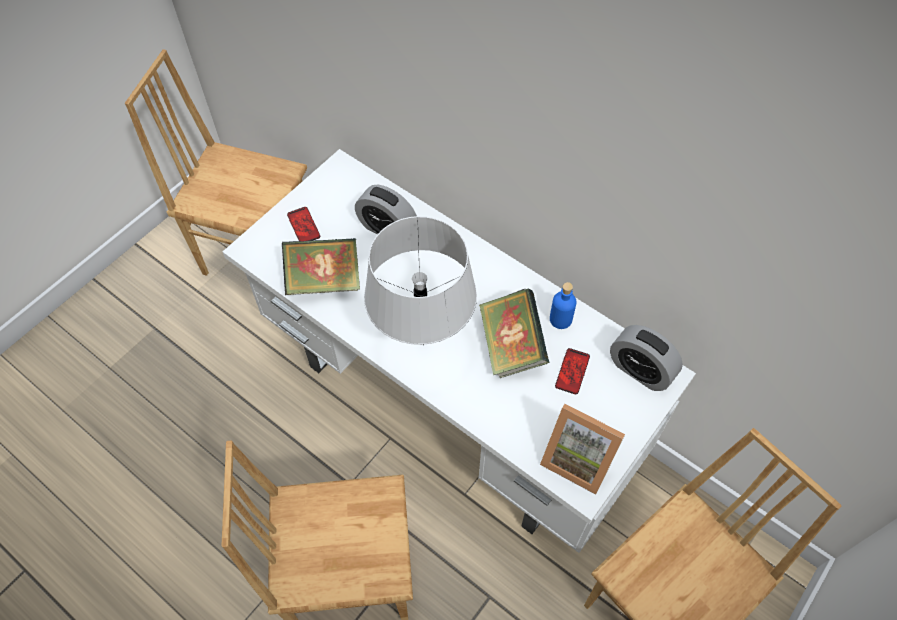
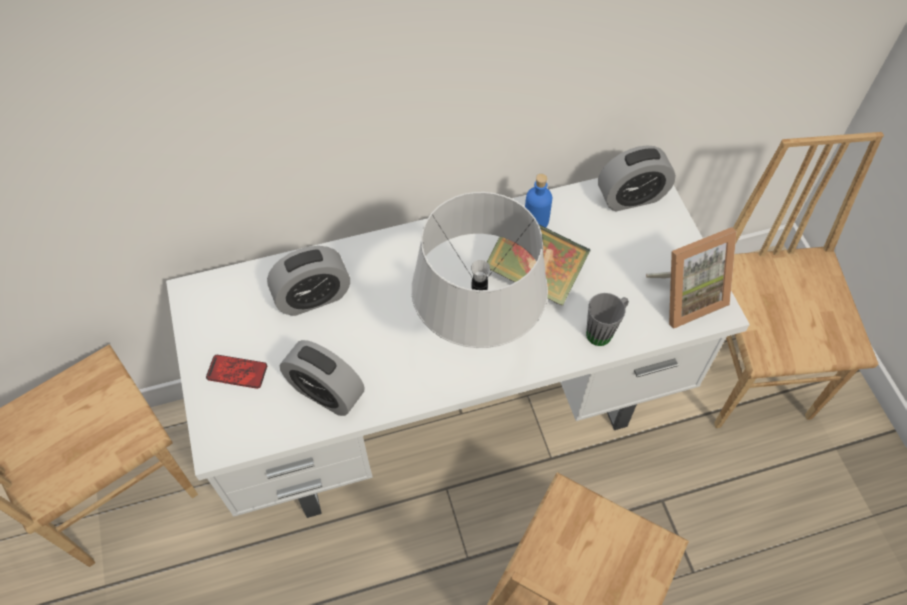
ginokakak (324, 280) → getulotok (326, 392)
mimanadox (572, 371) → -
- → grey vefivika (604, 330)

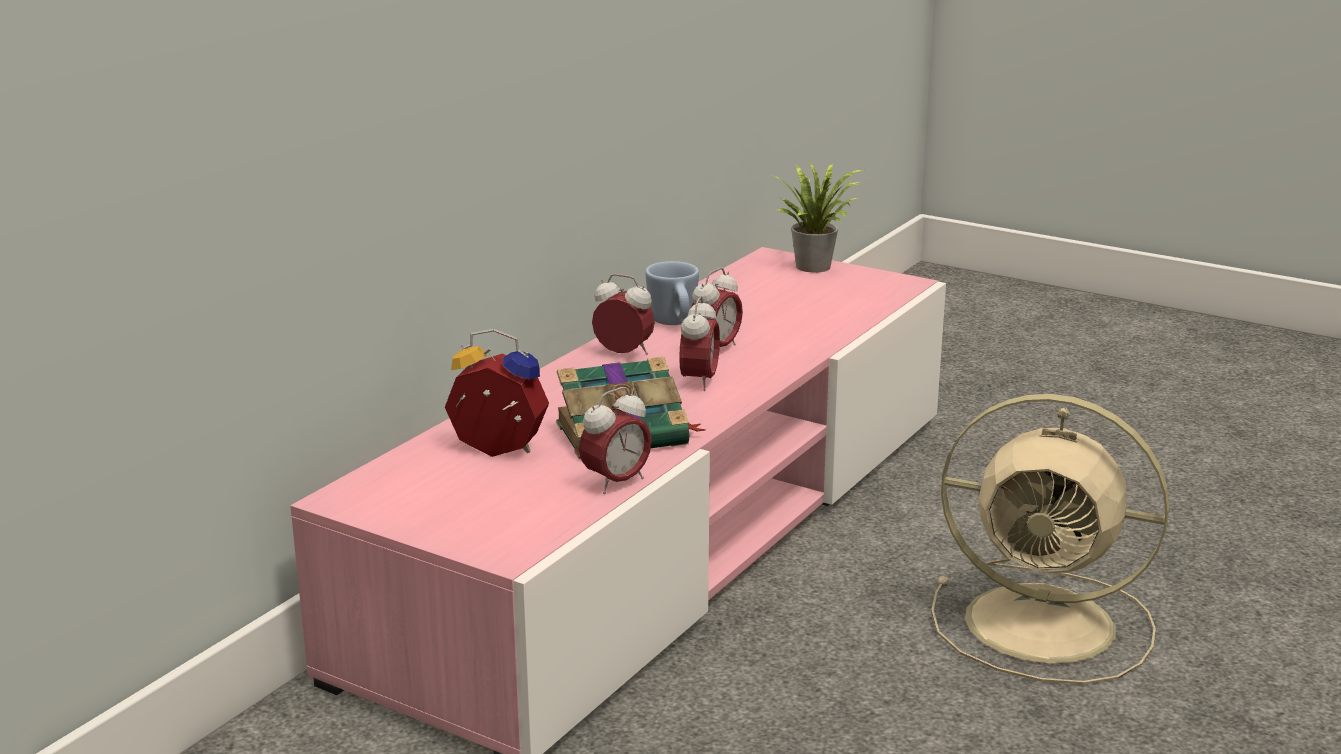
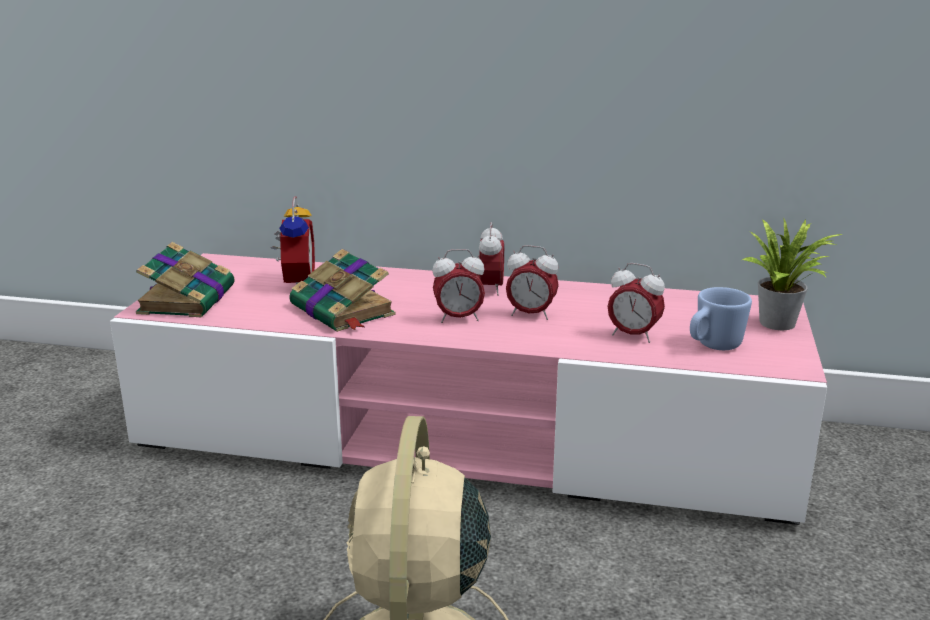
blue vefivika (674, 323) → blue vefivika (713, 346), shifted
getulotok (616, 482) → getulotok (633, 336), shifted
- → ginokakak (188, 299)

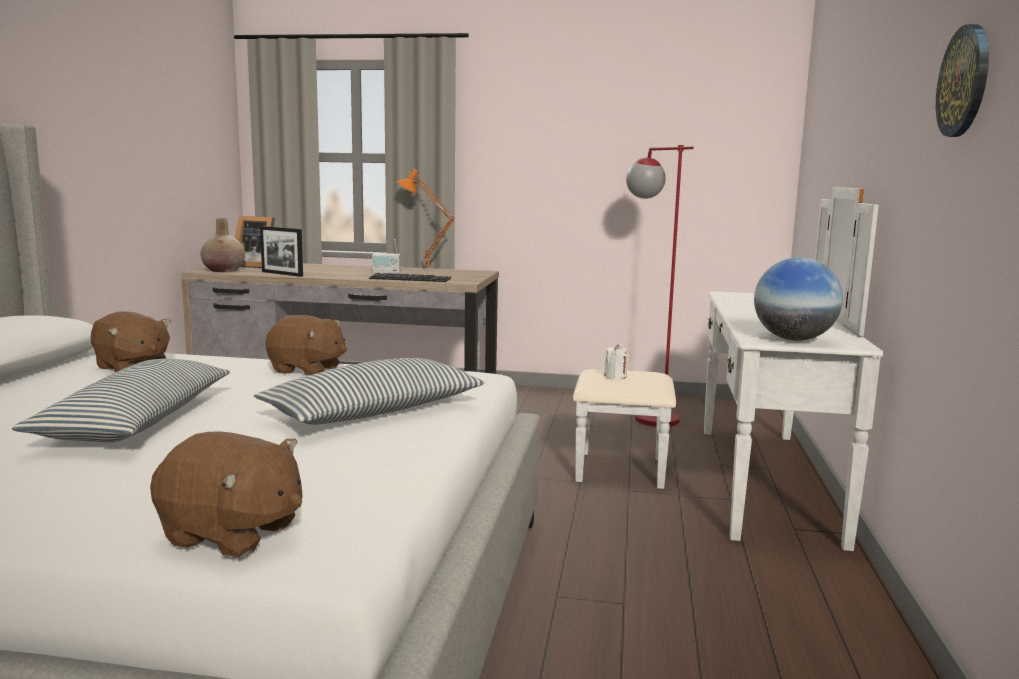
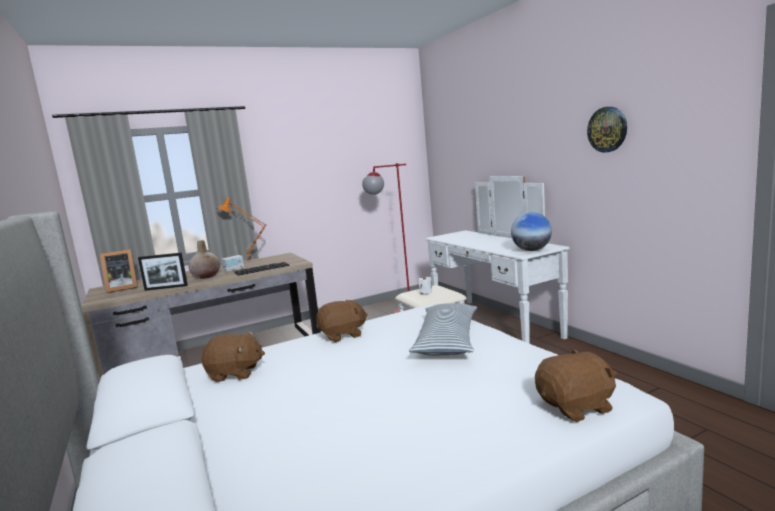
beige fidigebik (224, 270) → beige fidigebik (206, 276), shifted
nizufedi (137, 421) → -

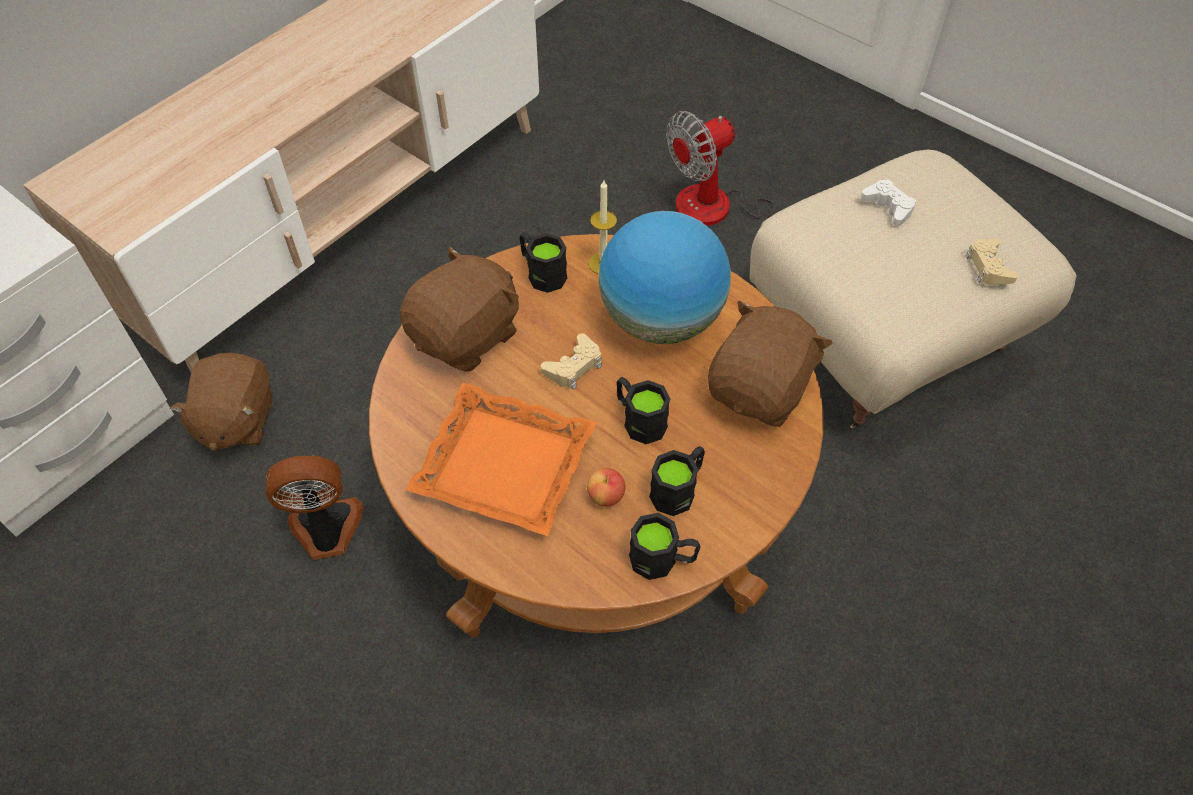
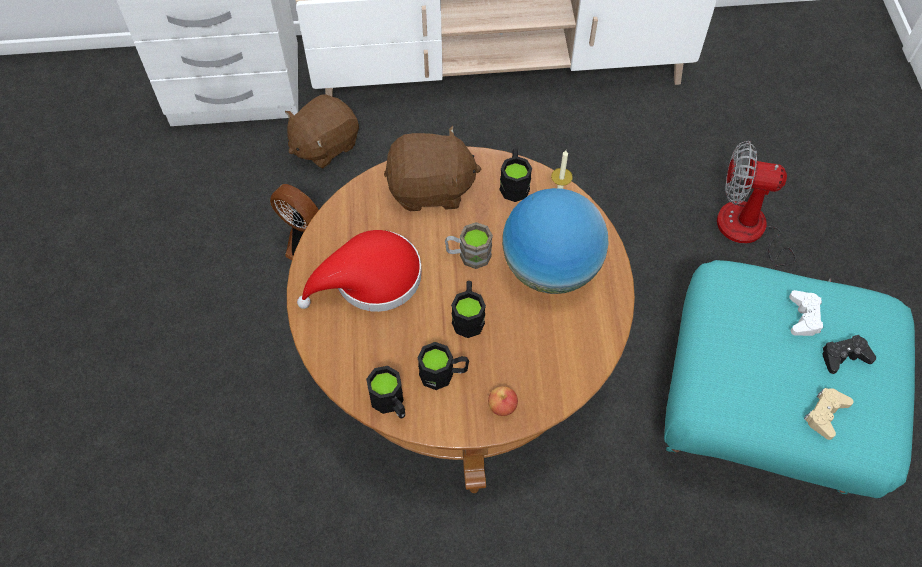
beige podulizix (879, 339) → turquoise podulizix (761, 410)
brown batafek (761, 389) → -
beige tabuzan (574, 367) → brown vefivika (468, 255)
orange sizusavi (505, 464) → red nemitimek (370, 279)
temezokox (606, 496) → temezokox (502, 406), shifted
- → black tabuzan (844, 356)

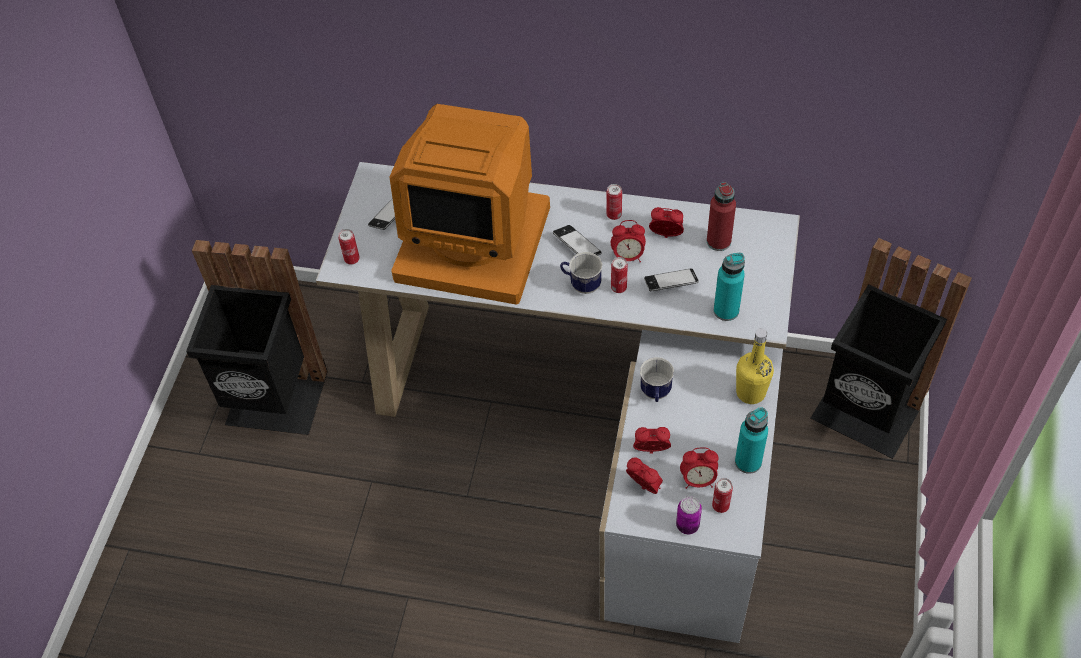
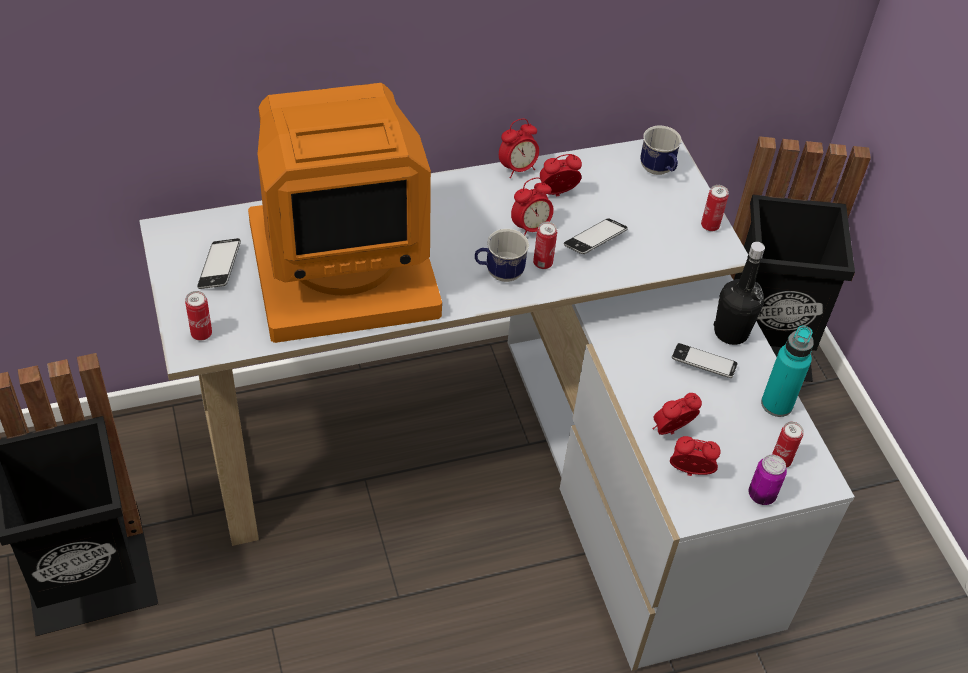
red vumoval (718, 241) → -
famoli (614, 215) → famoli (710, 226), shifted
mimanadox (577, 245) → mimanadox (703, 364), shifted
turquoise vumoval (726, 311) → -
yellow vumoval (750, 392) → black vumoval (731, 332)
vefivika (655, 394) → vefivika (659, 171), shifted
getulotok (698, 480) → getulotok (517, 169), shifted

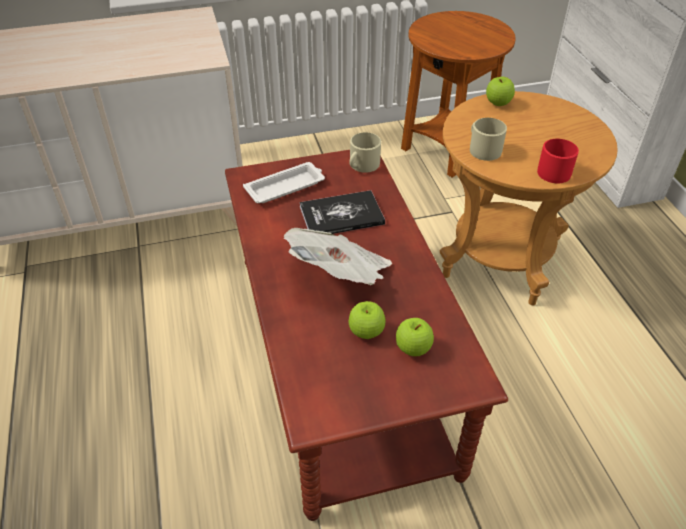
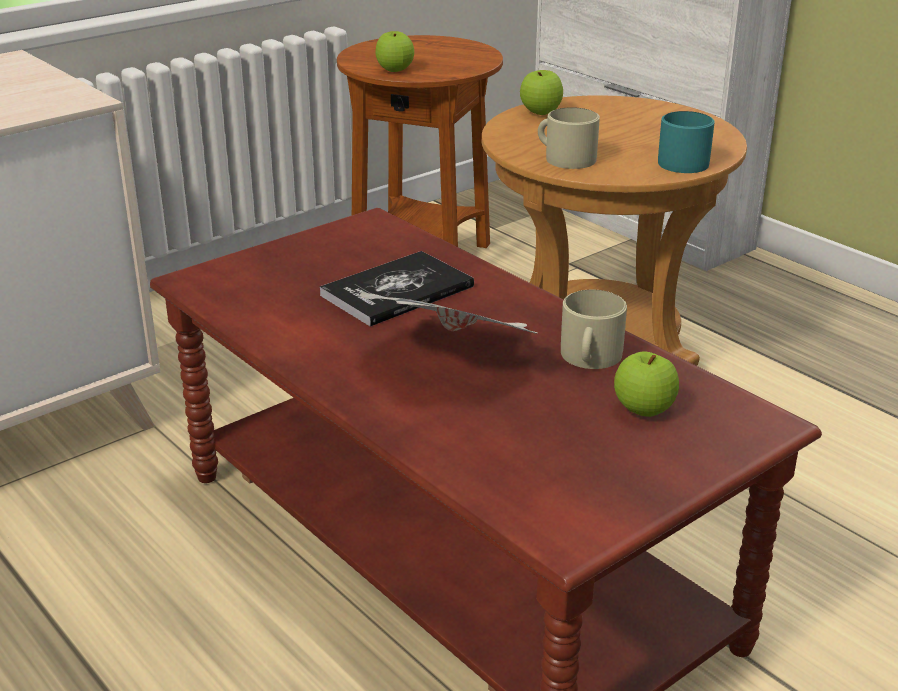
beige vefivika (362, 165) → beige vefivika (590, 357), shifted
red vefivika (554, 170) → turquoise vefivika (681, 161)
white sizusavi (286, 187) → -
temezokox (366, 332) → temezokox (395, 70), shifted

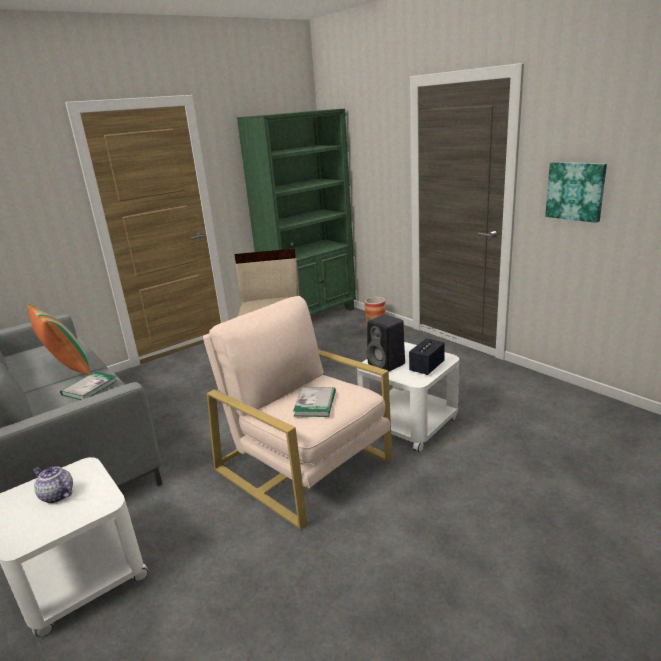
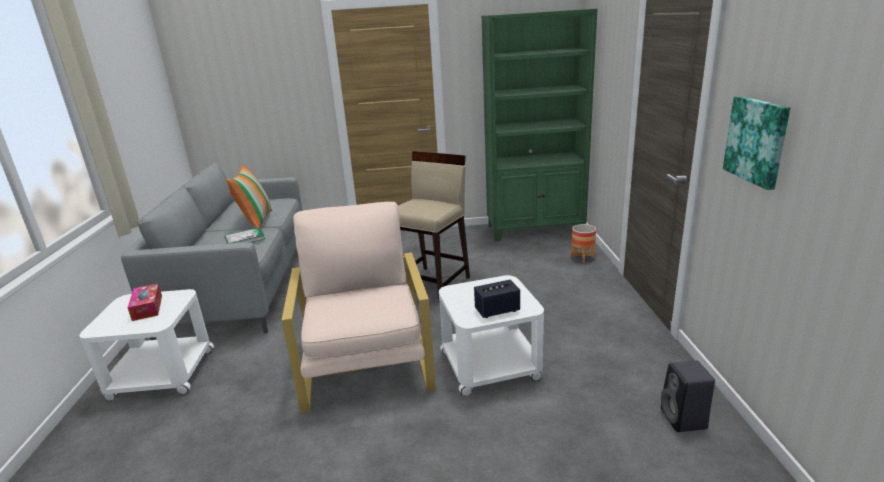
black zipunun (387, 364) → black zipunun (684, 420), shifted
ginokakak (315, 404) → -
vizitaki (56, 495) → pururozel (147, 308)

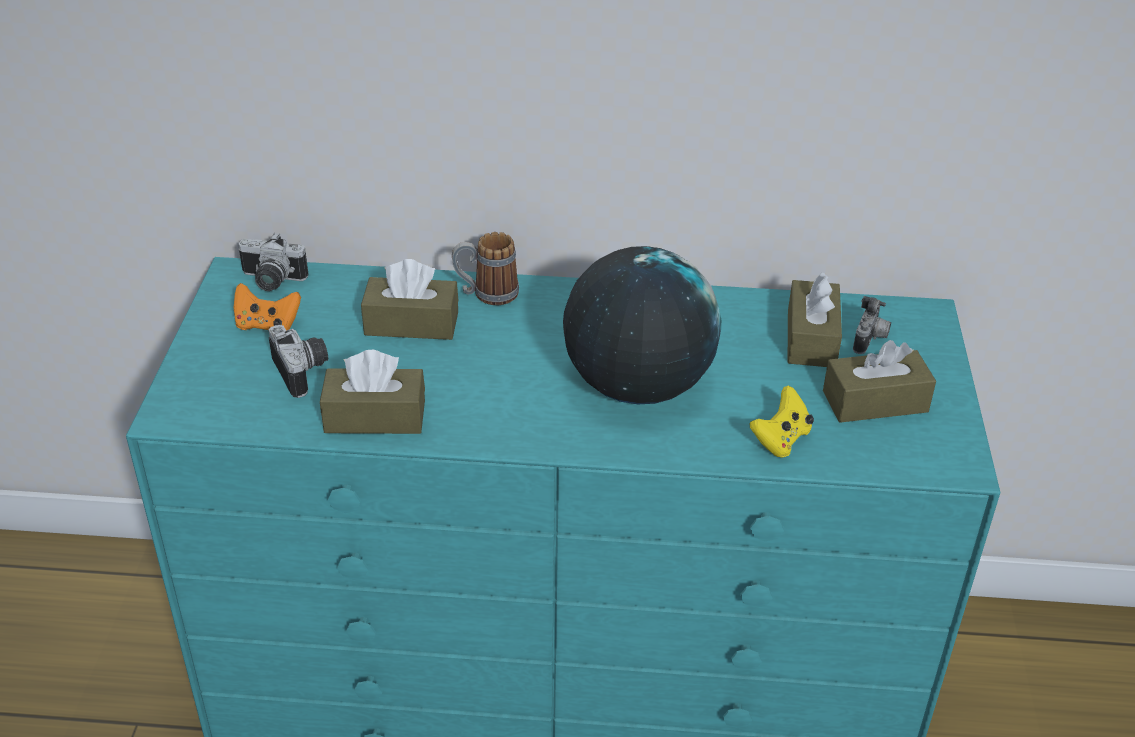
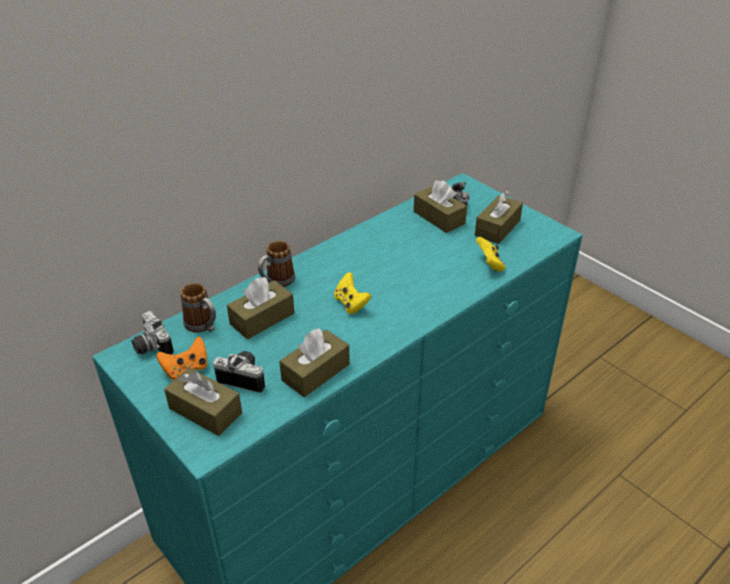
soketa (271, 281) → soketa (150, 347), 90 degrees clockwise
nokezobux (637, 386) → -
- → yellow tabuzan (351, 304)
- → vefivika (203, 326)
- → brown pururozel (205, 411)

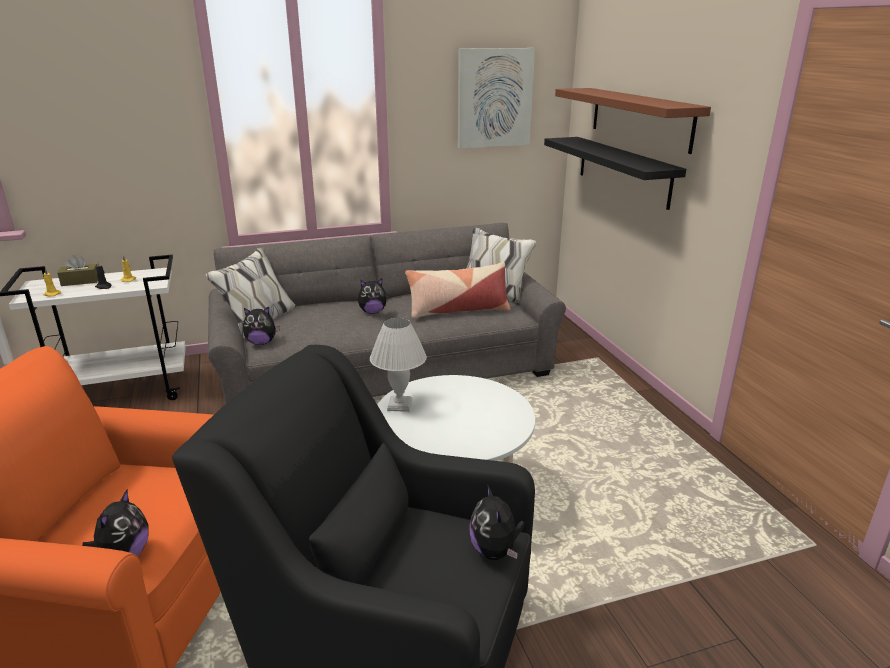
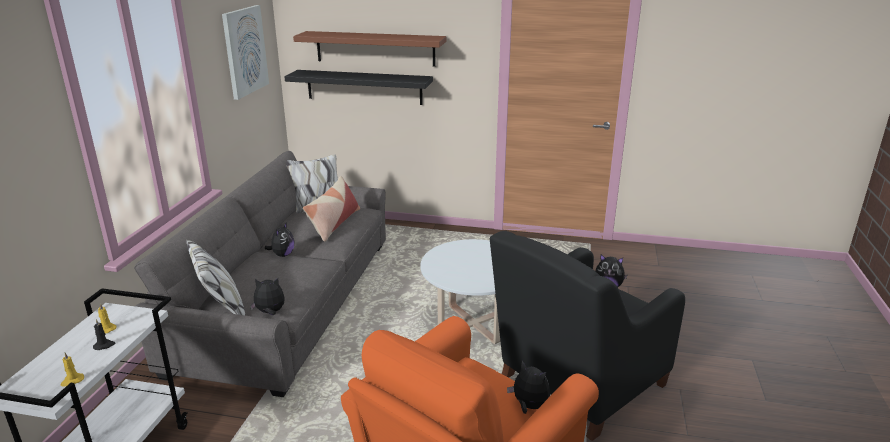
brown pururozel (80, 281) → -
batafek (261, 342) → batafek (270, 312), 120 degrees counterclockwise
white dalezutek (400, 405) → -

